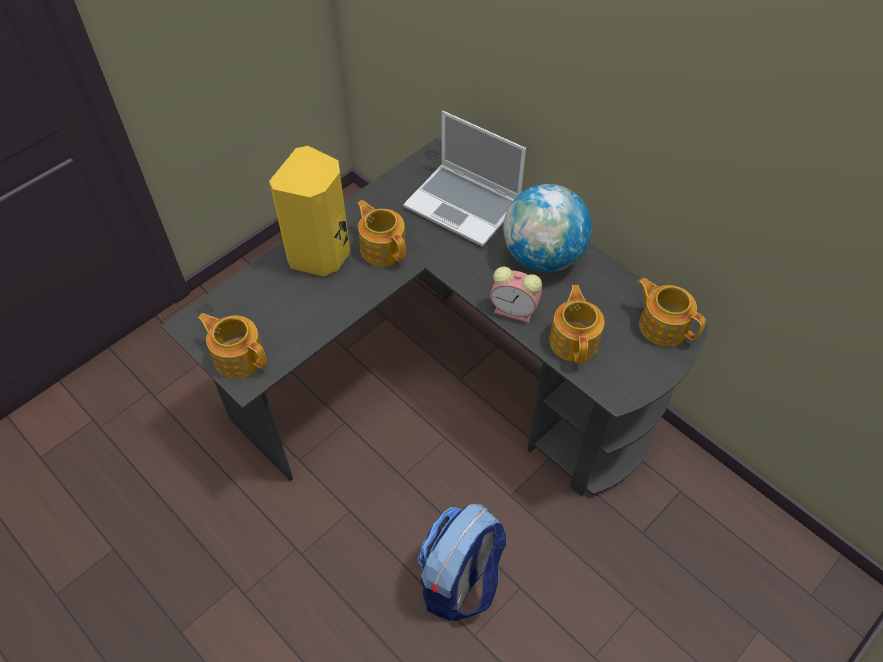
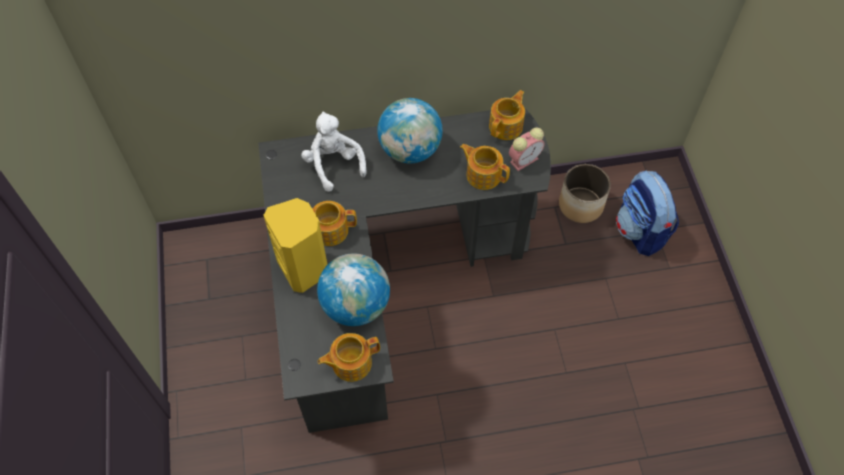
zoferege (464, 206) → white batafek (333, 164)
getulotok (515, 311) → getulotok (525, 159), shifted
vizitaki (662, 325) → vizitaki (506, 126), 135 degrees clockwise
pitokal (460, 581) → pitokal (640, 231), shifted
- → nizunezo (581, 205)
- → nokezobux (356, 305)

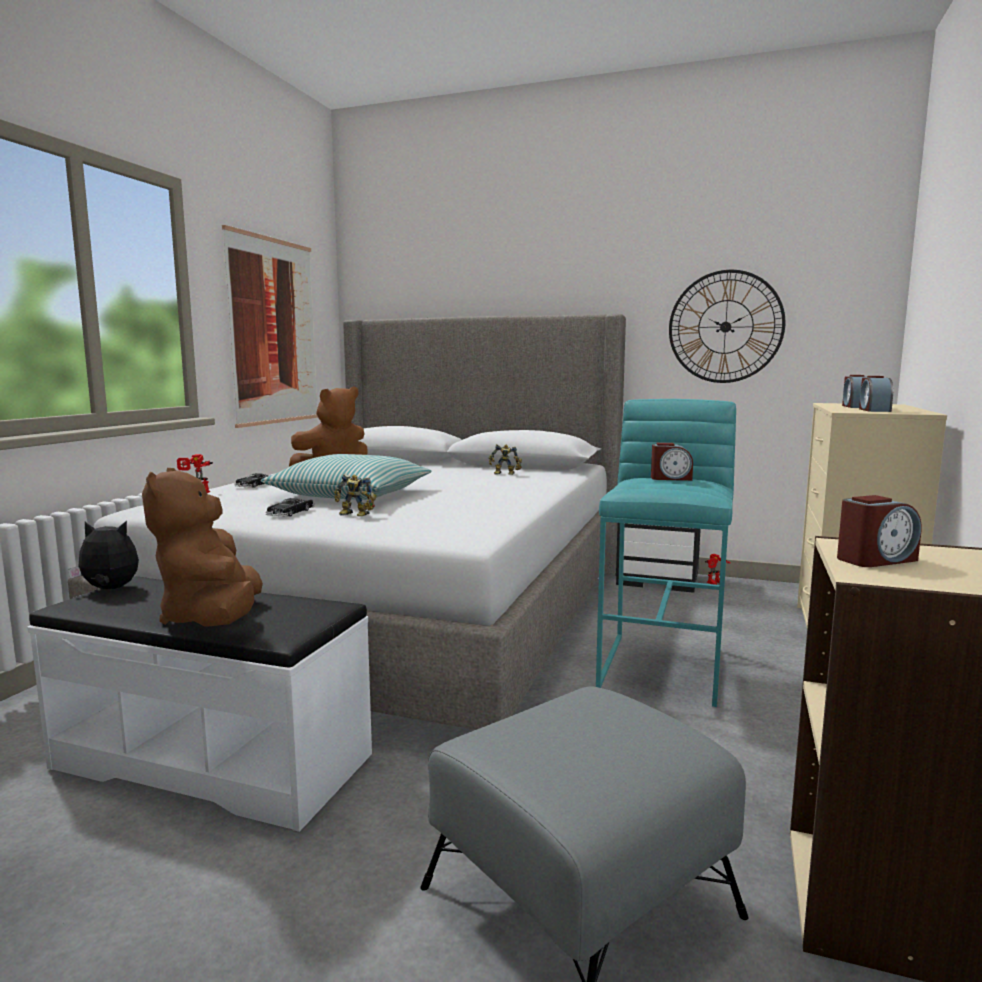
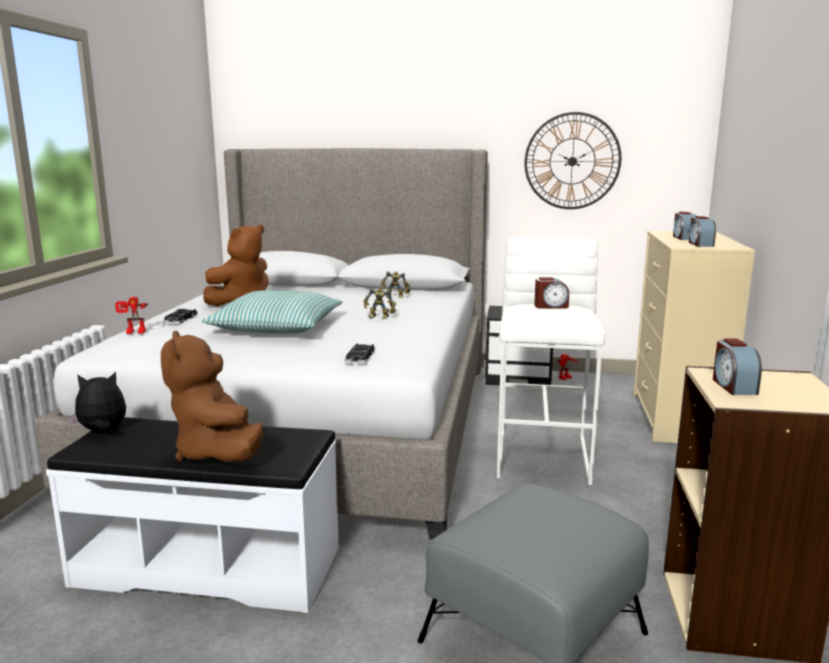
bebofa (274, 331) → -
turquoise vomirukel (663, 667) → white vomirukel (544, 456)
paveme (354, 515) → paveme (379, 317), shifted
getulotok (875, 559) → getulotok (733, 386), 120 degrees clockwise
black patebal (290, 512) → black patebal (360, 357), shifted

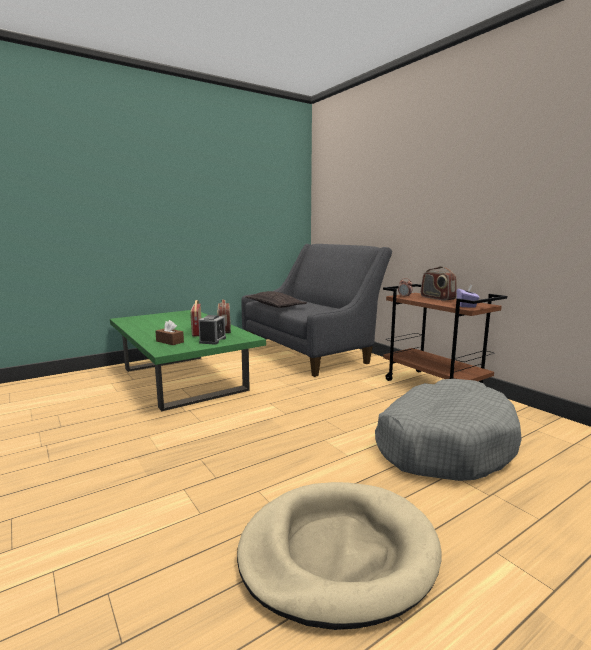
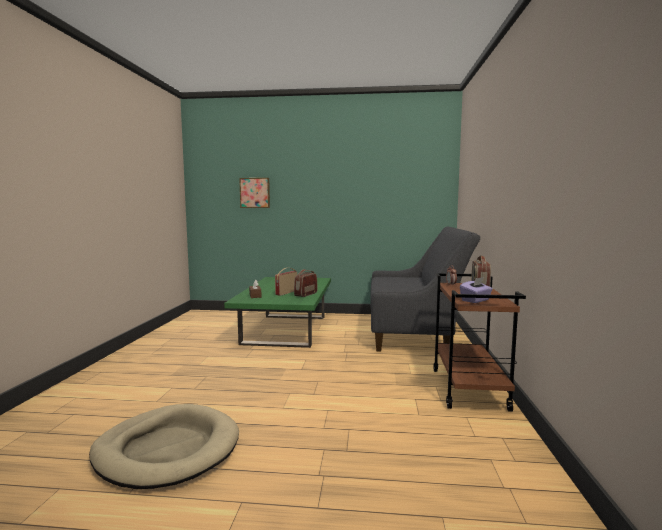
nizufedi (274, 305) → -
getulotok (212, 340) → -
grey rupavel (443, 444) → -
- → bebofa (255, 193)

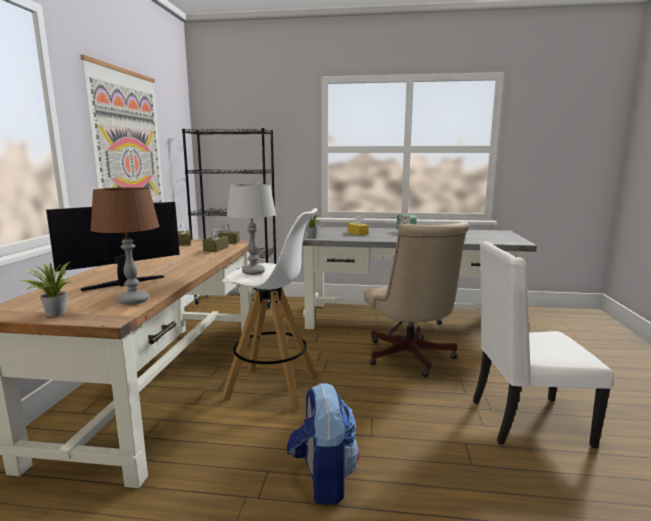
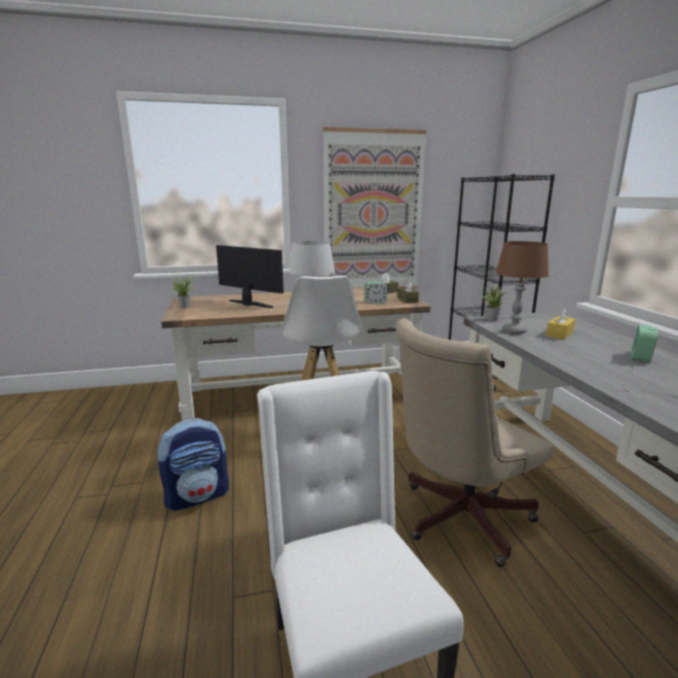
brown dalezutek (133, 301) → brown dalezutek (513, 331), shifted
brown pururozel (216, 249) → getulotok (375, 302)

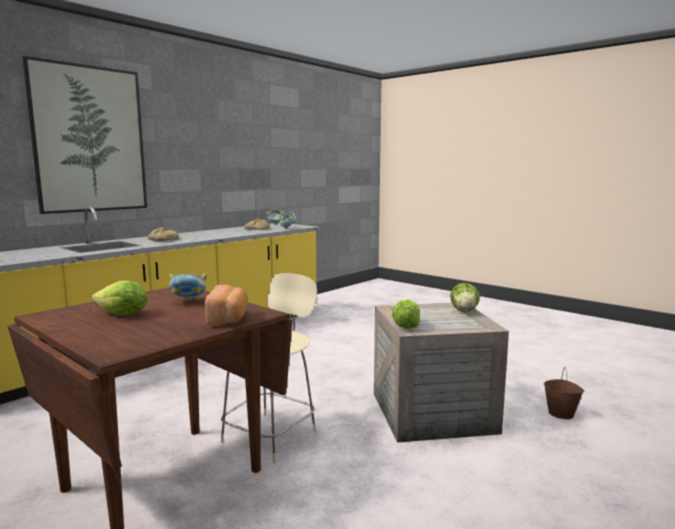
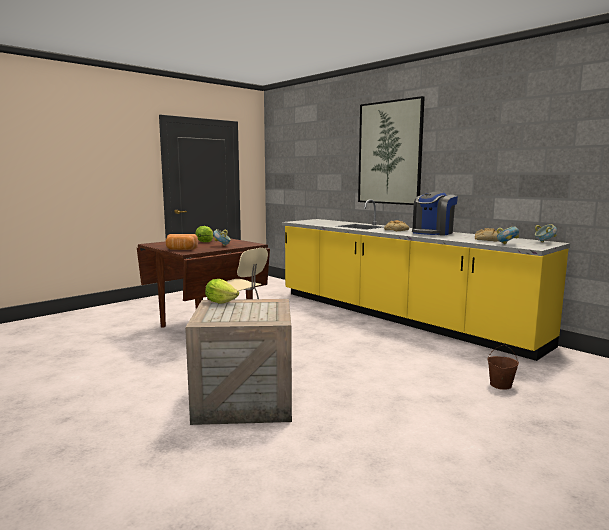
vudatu (464, 311) → -
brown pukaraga (561, 413) → brown pukaraga (500, 385), shifted
- → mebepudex (432, 233)

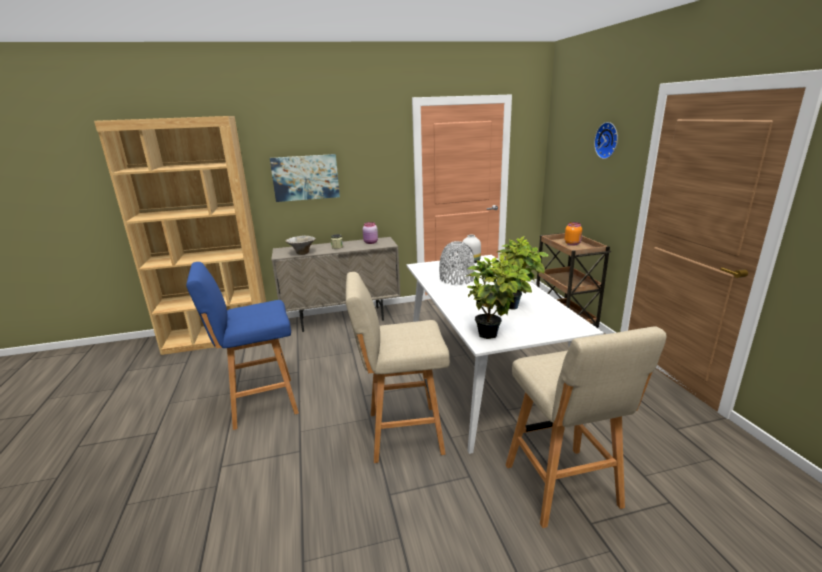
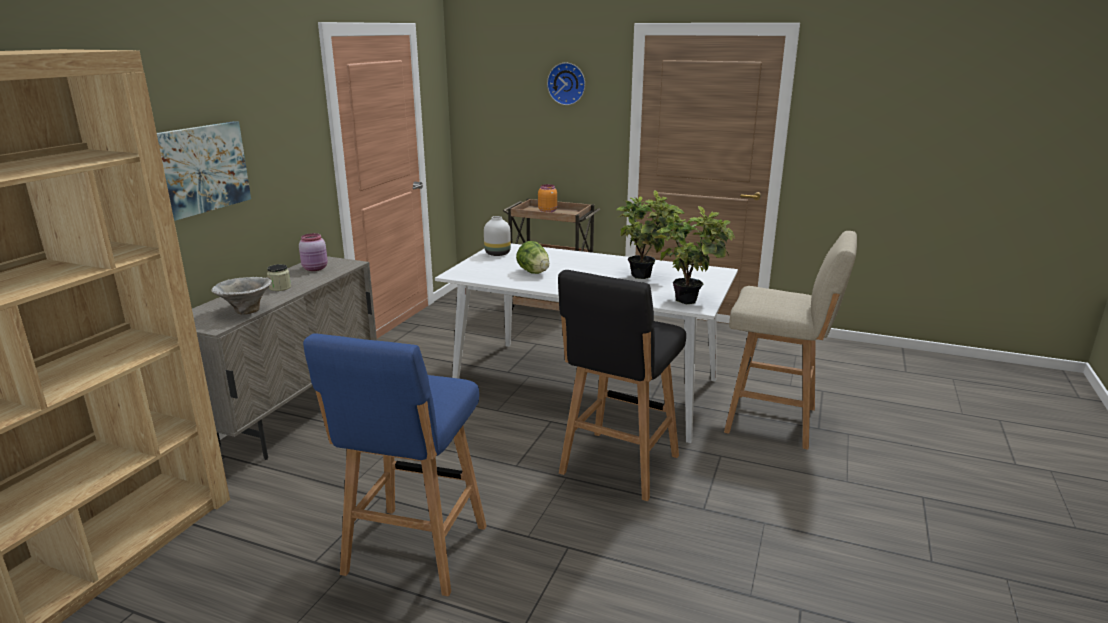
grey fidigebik (456, 279) → vudatu (533, 272)
beige vomirukel (401, 433) → black vomirukel (617, 466)

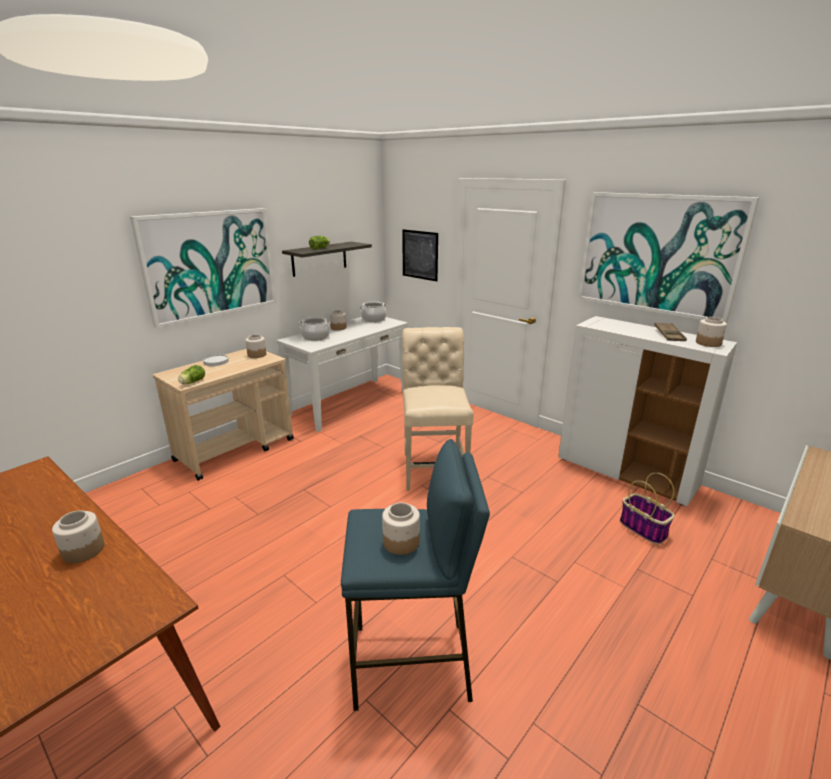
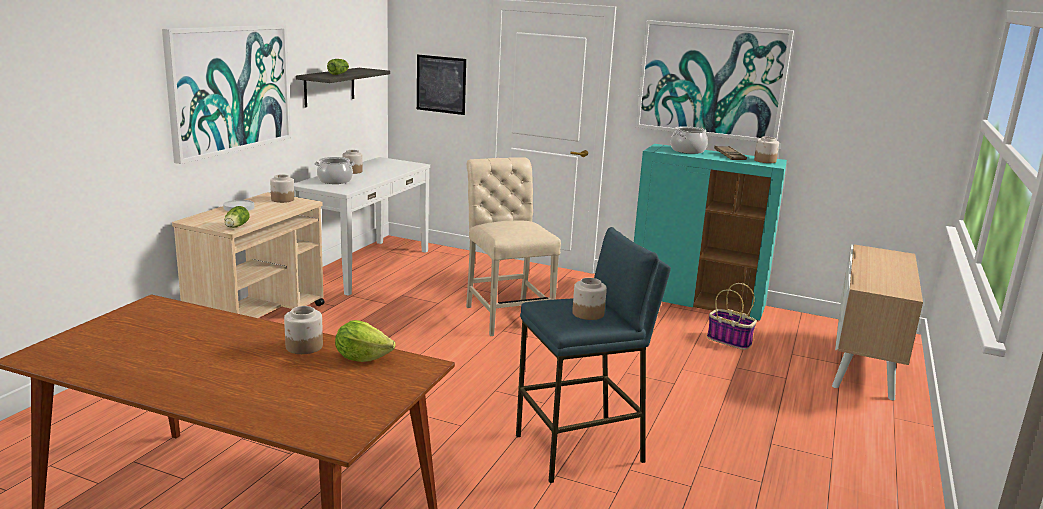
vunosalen (373, 319) → vunosalen (687, 151), shifted
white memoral (626, 473) → turquoise memoral (697, 302)
- → vudatu (362, 358)

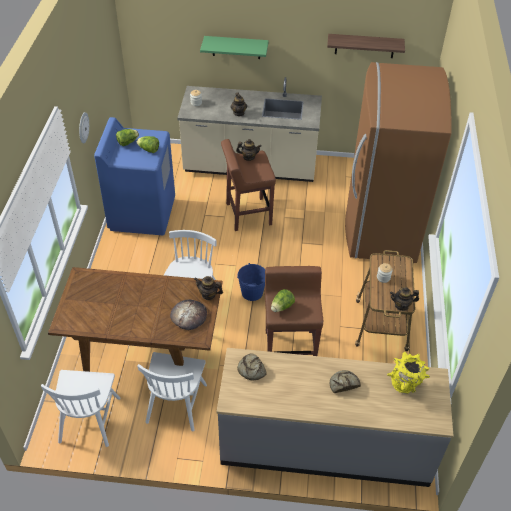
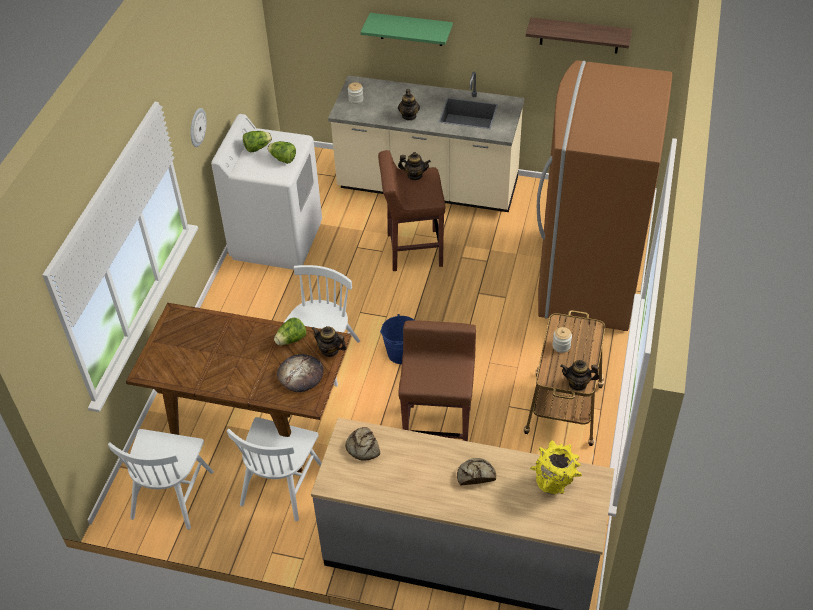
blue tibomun (142, 213) → white tibomun (277, 240)
vudatu (282, 307) → vudatu (291, 340), shifted

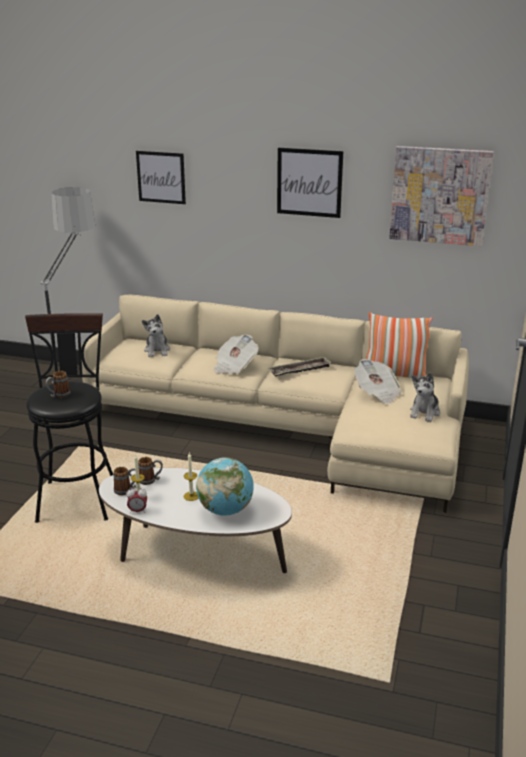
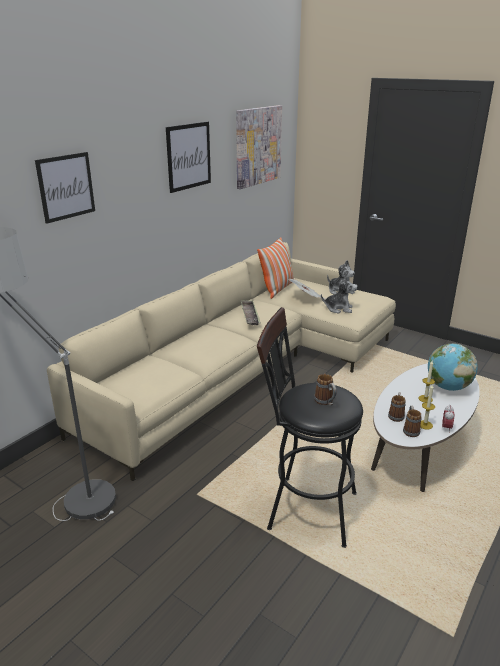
batafek (157, 350) → batafek (339, 309), shifted
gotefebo (234, 366) → -

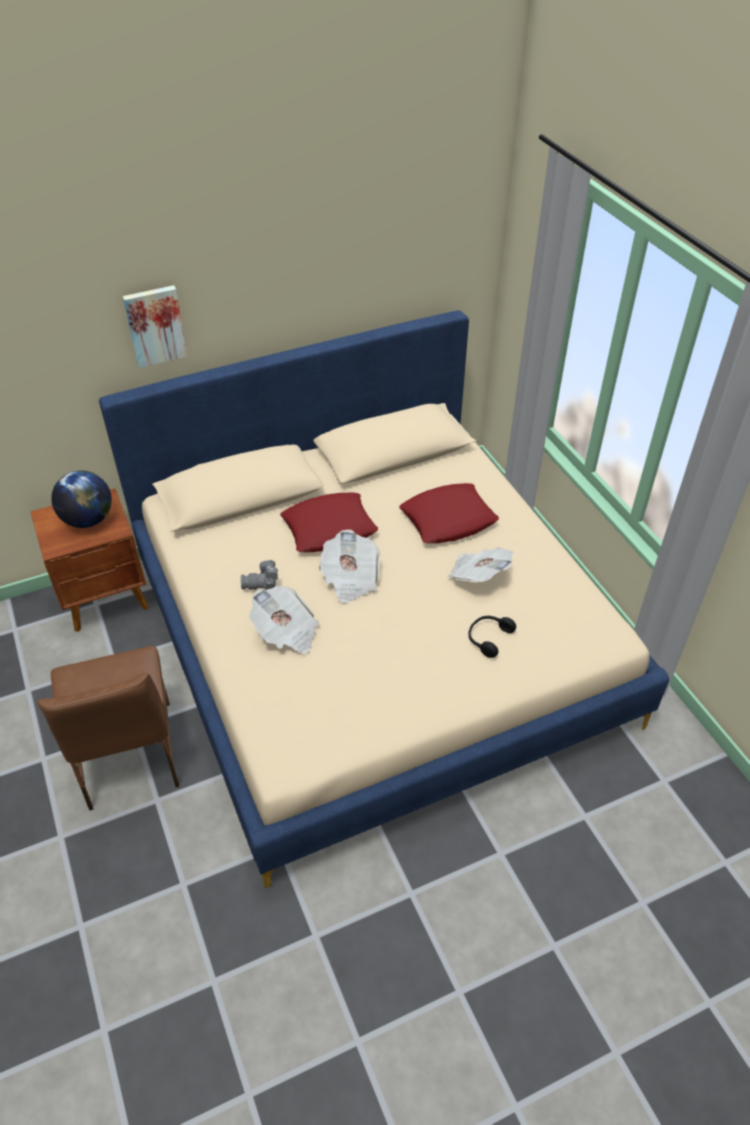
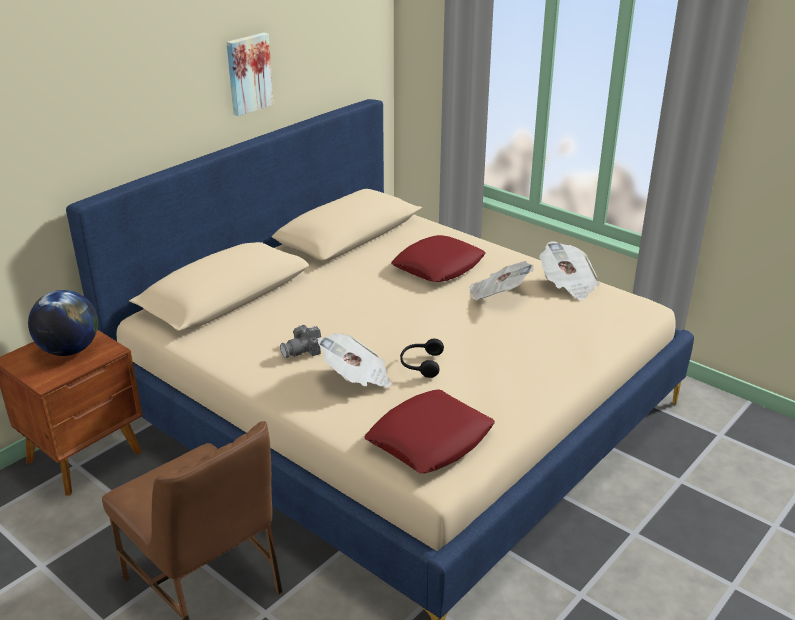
bebofa (155, 325) → bebofa (248, 73), shifted
red nizufedi (329, 528) → red nizufedi (430, 439), shifted
gotefebo (350, 579) → gotefebo (568, 285), shifted
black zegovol (488, 638) → black zegovol (420, 364), shifted

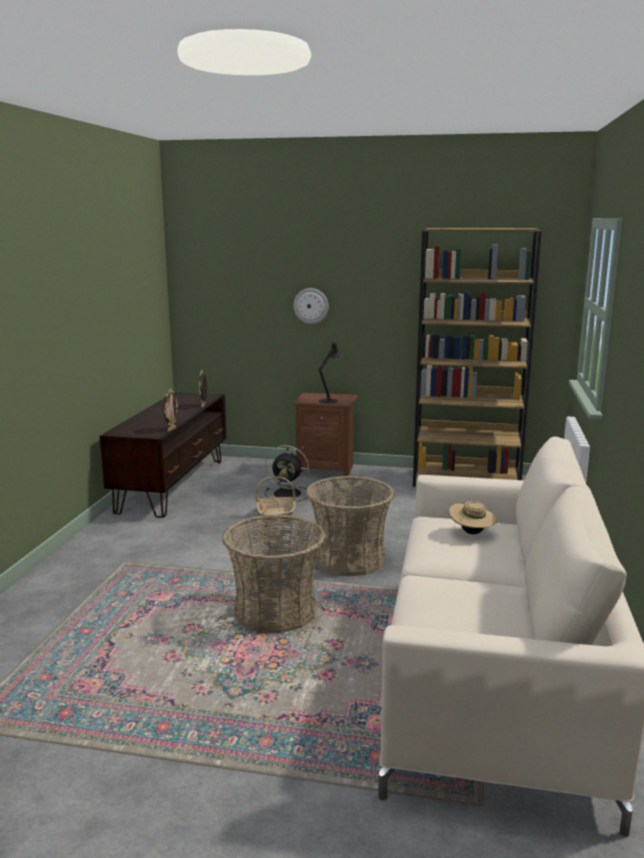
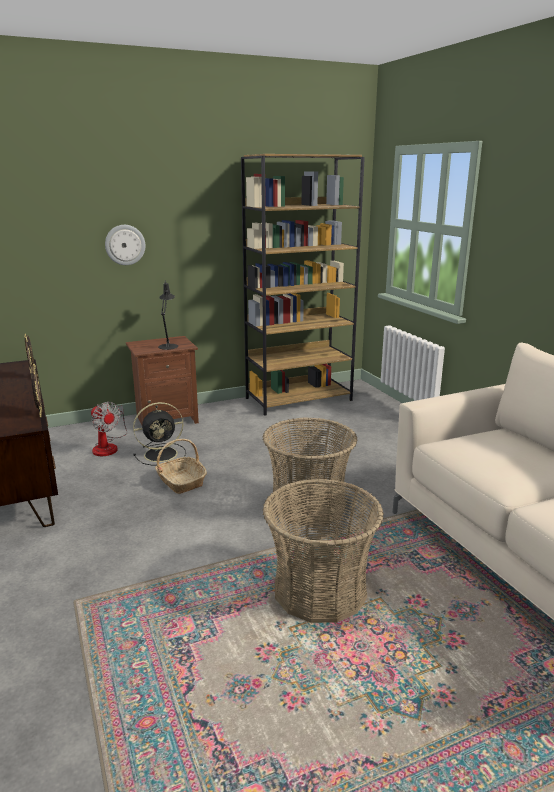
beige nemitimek (471, 533) → -
- → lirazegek (108, 446)

